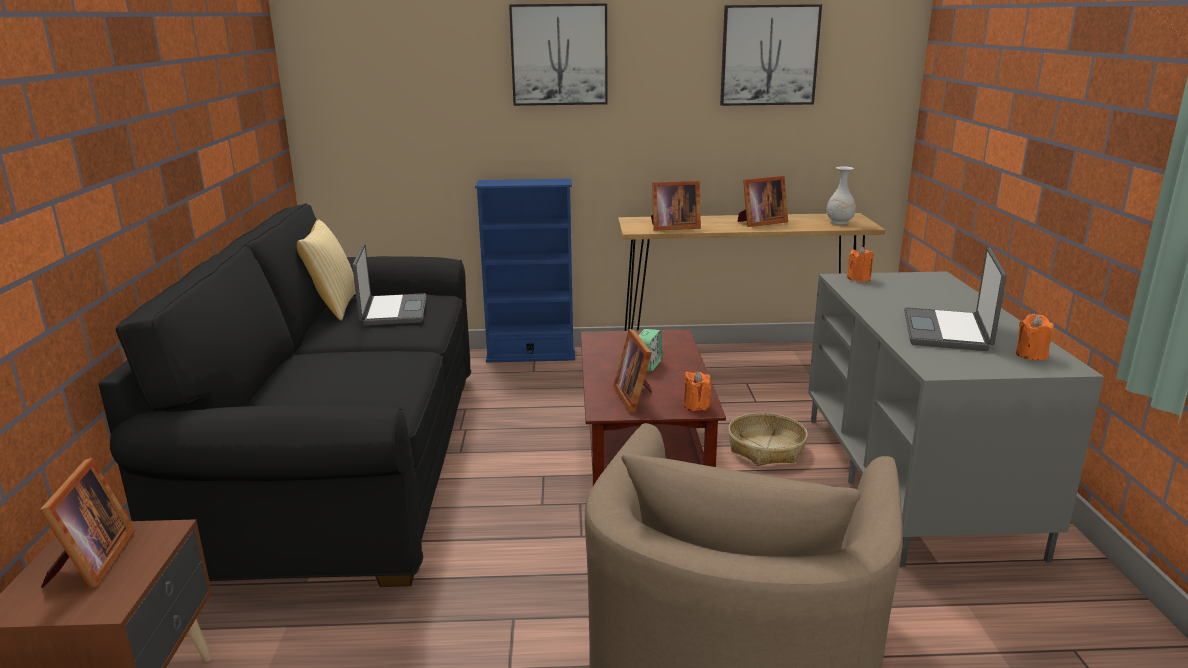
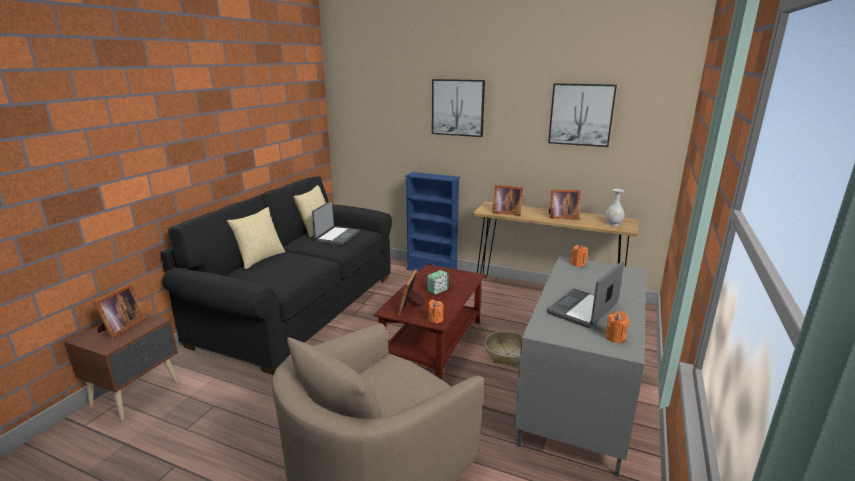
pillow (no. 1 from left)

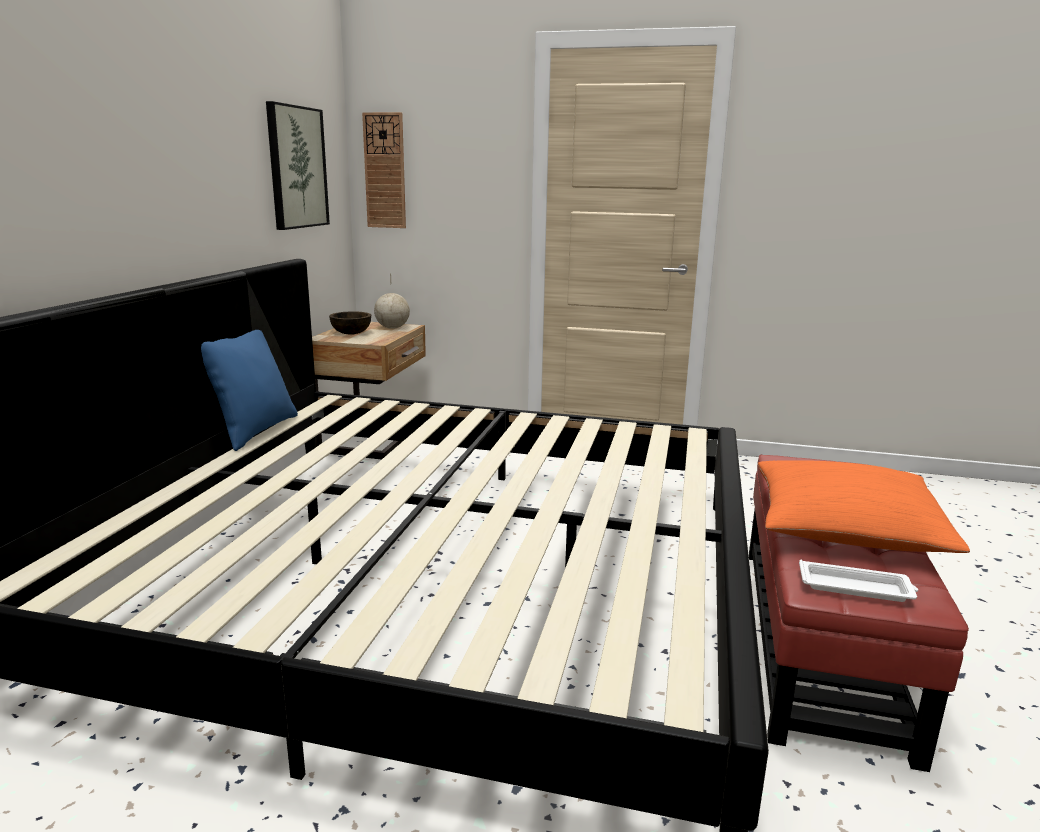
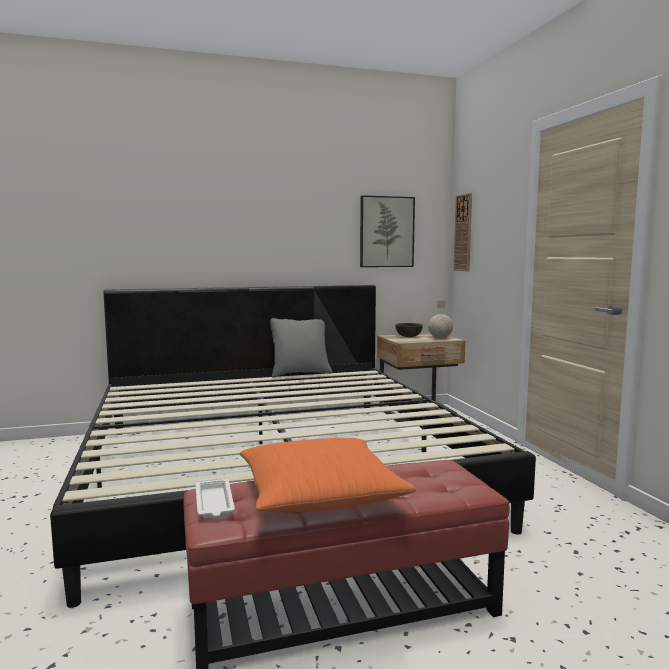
grey pillow

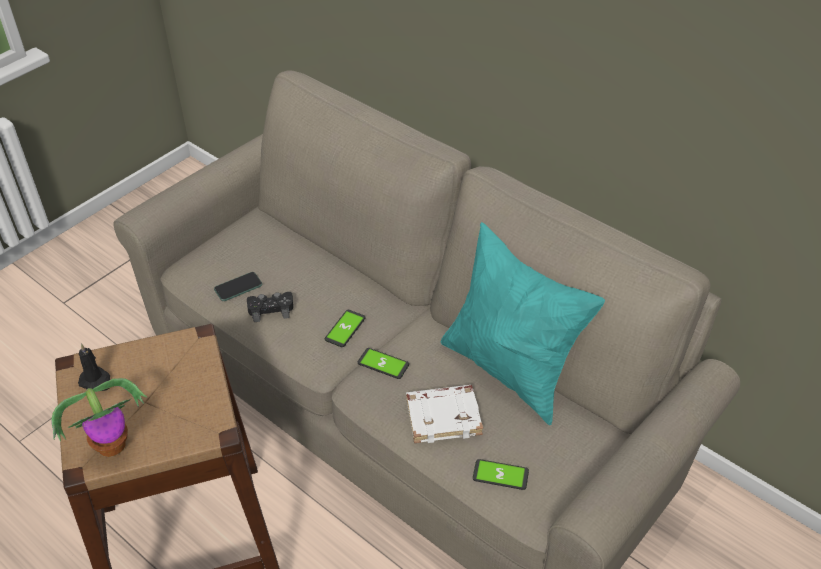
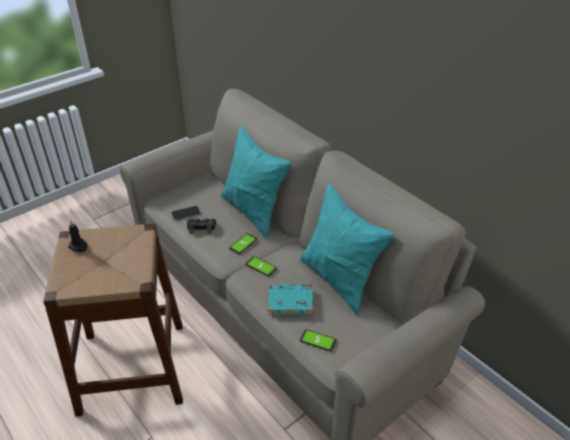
potted plant; turquoise book; turquoise pillow (no. 1 from left)

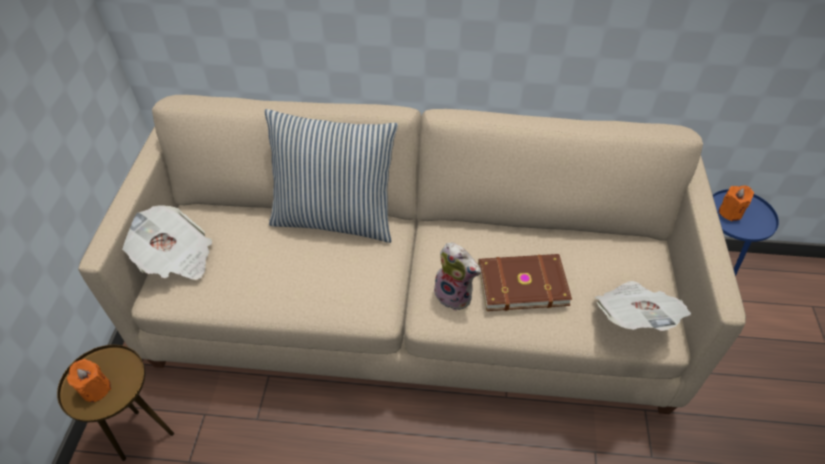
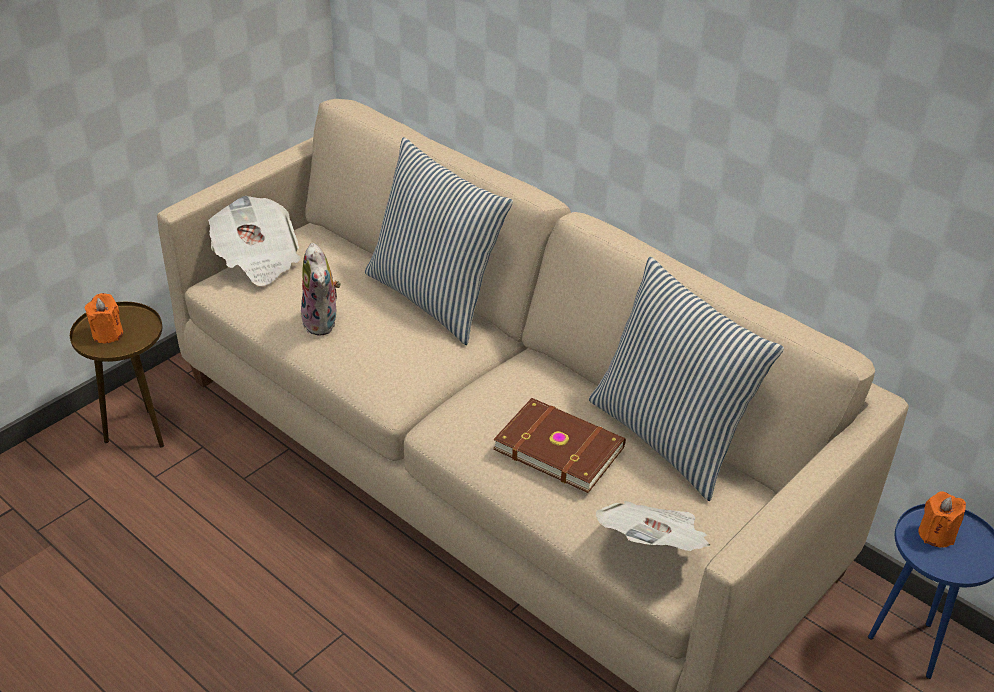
plush toy; pillow (no. 2 from left)

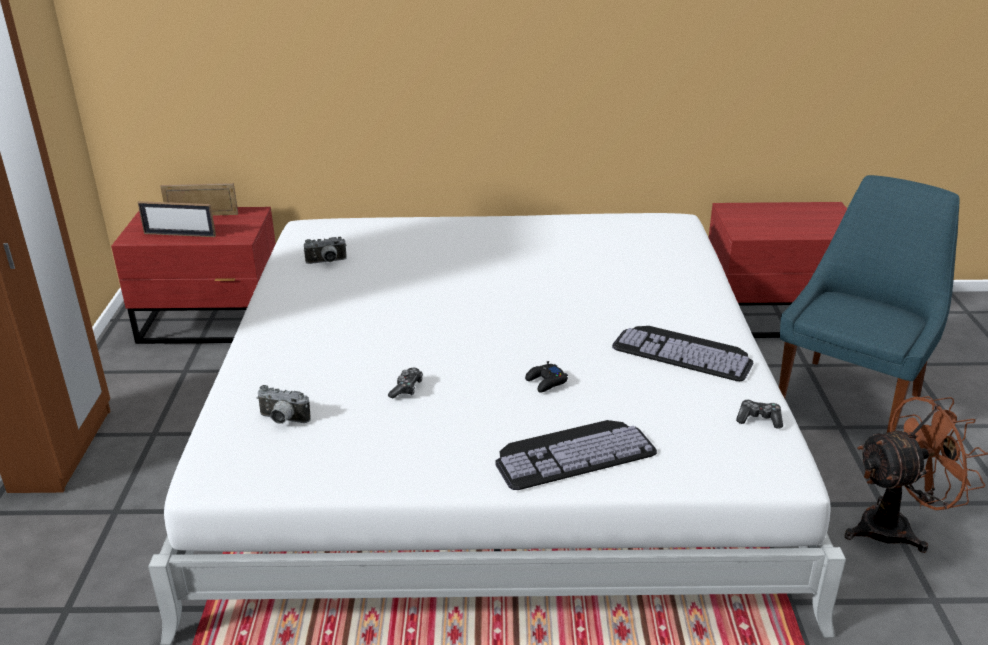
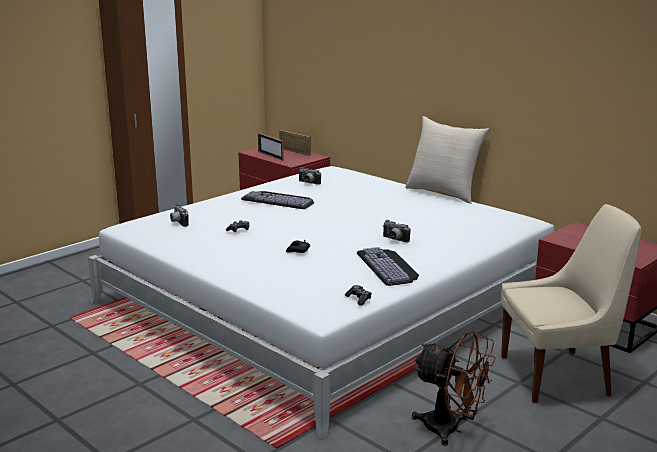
beige chair; keyboard (no. 1 from left); beige pillow; photo camera (no. 3 from left)

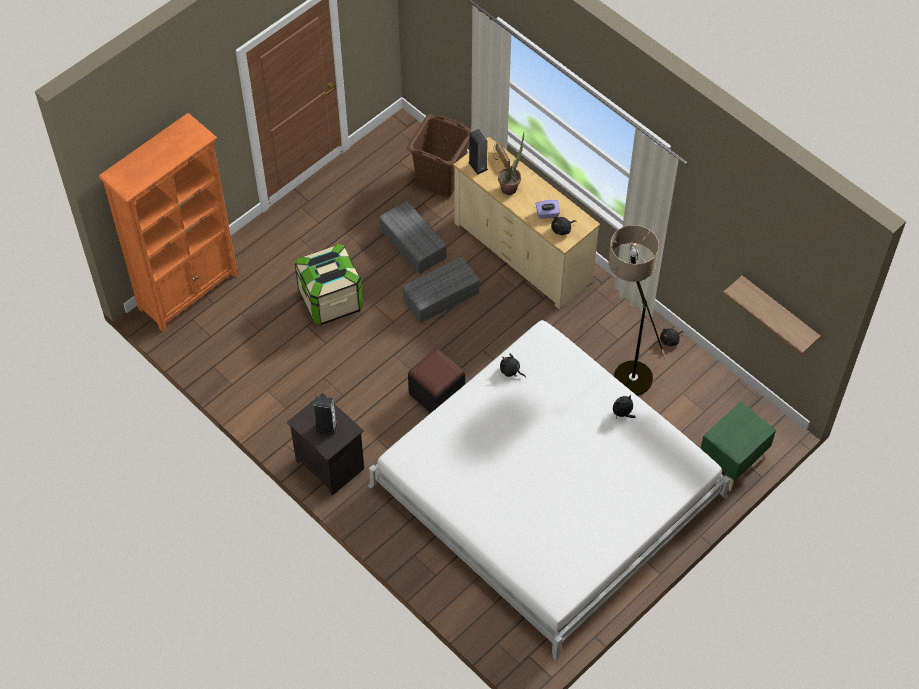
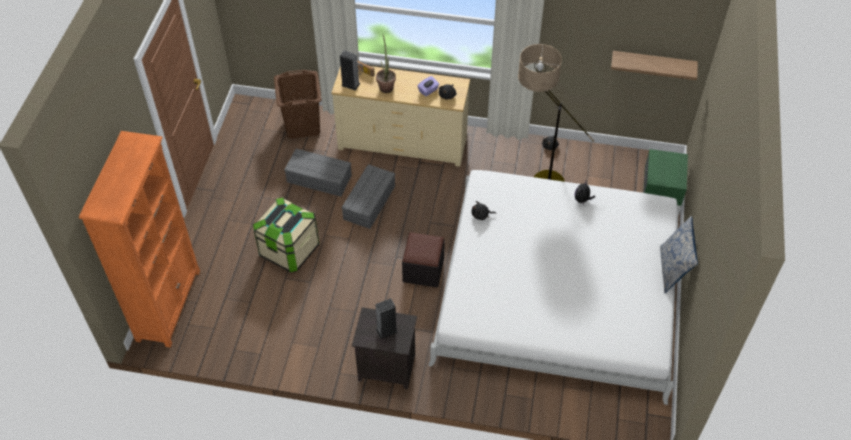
pillow

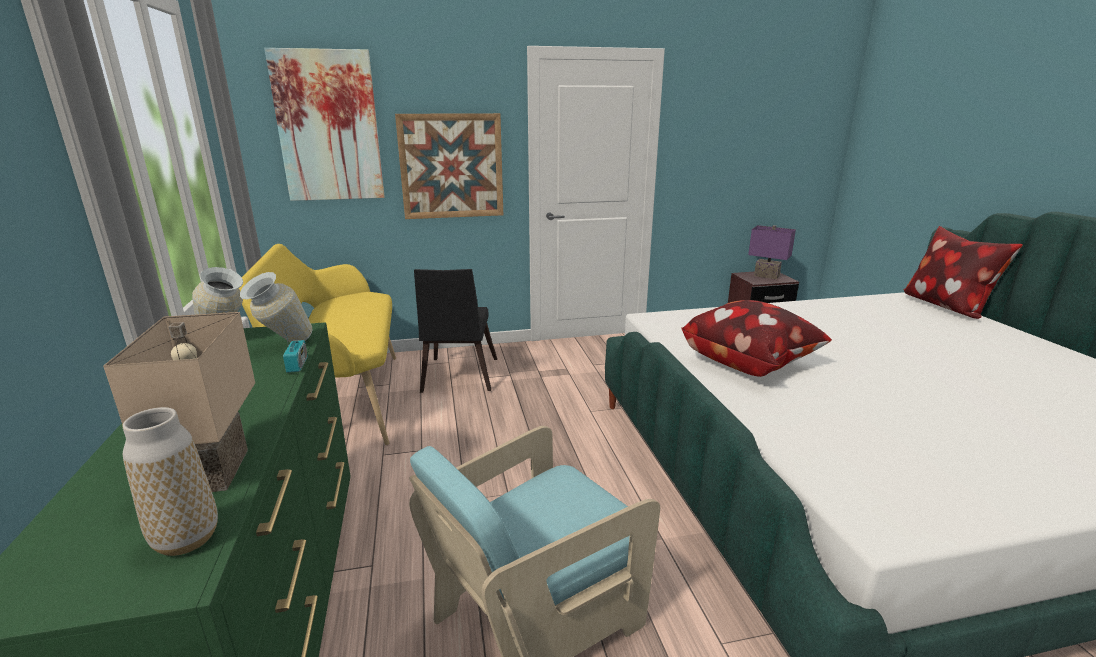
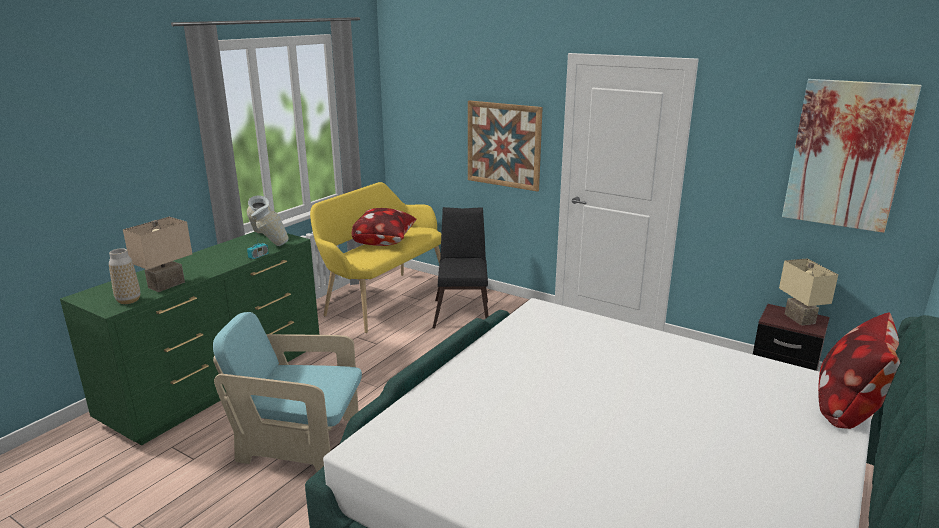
picture (no. 2 from left); beige table lamp (no. 2 from left); black chair; pillow (no. 1 from left)

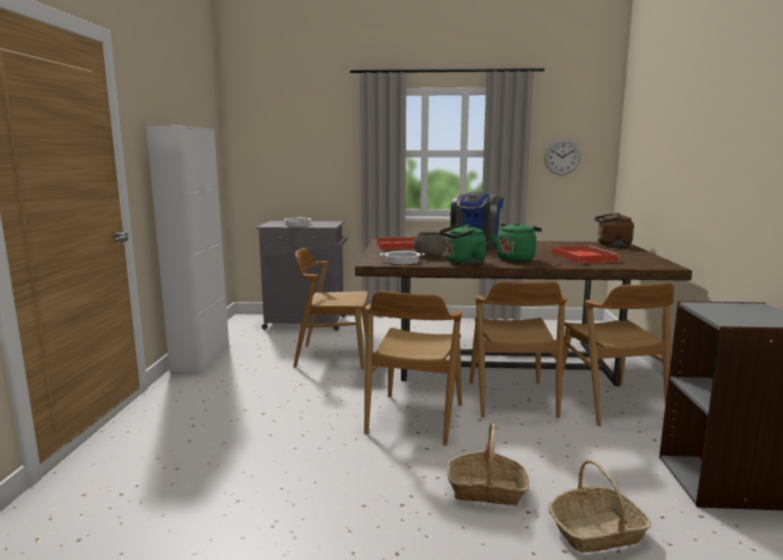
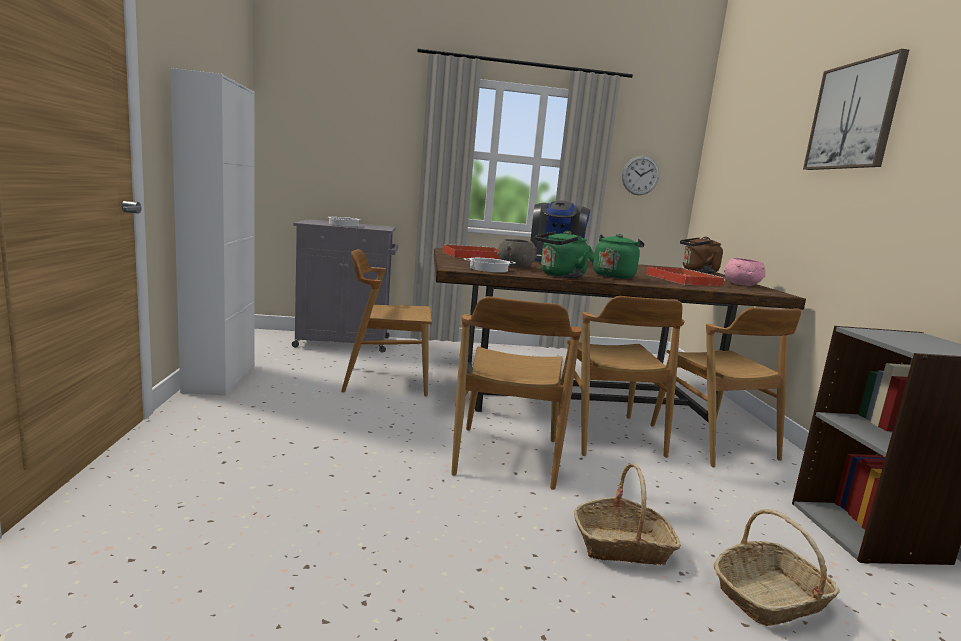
picture; pink bowl

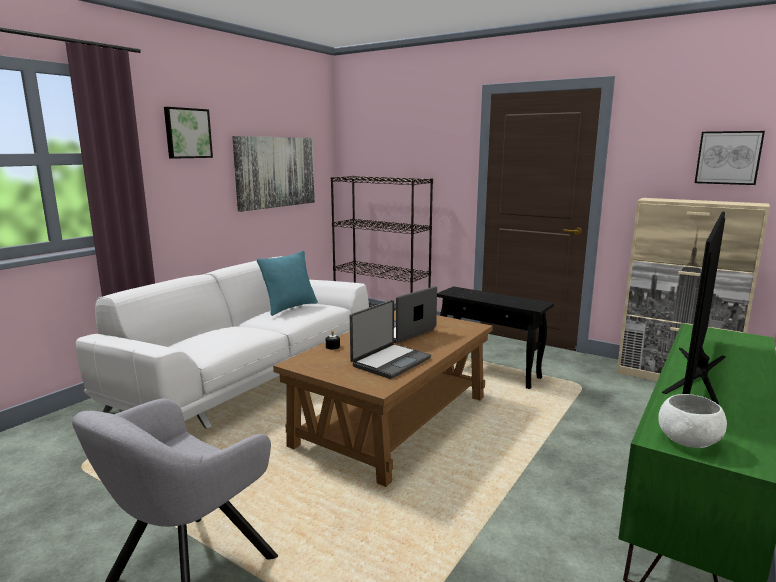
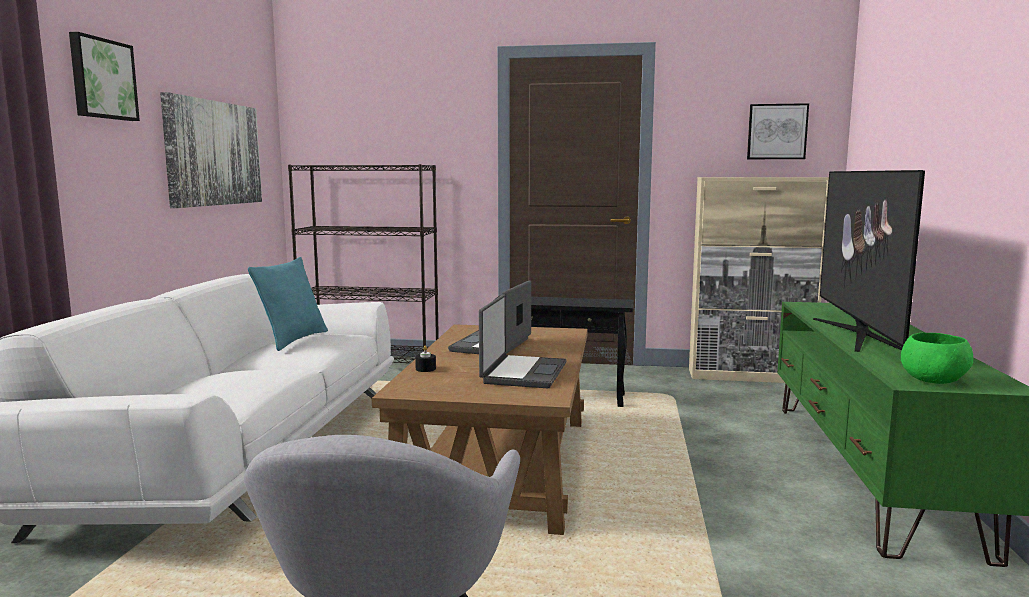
green bowl

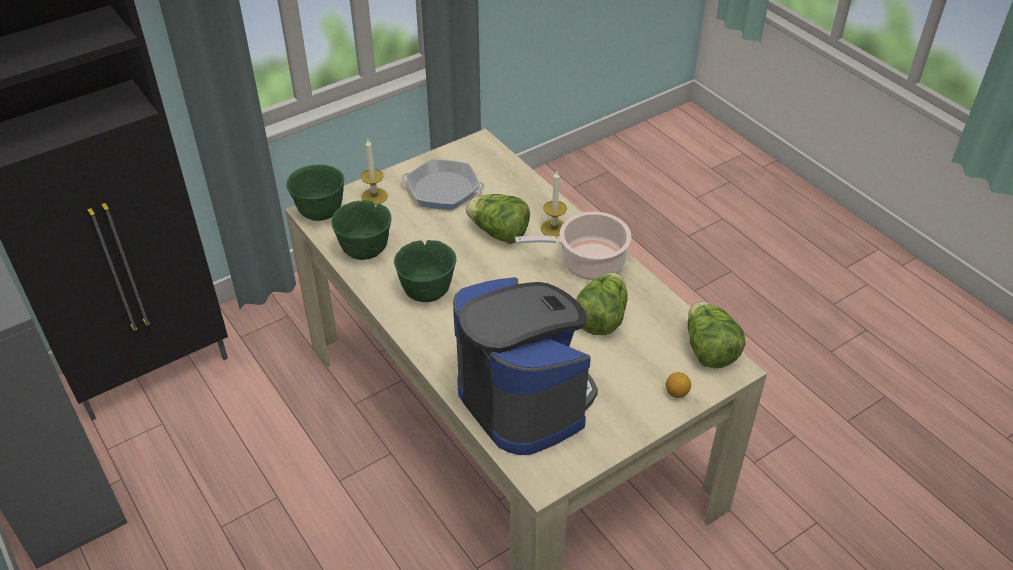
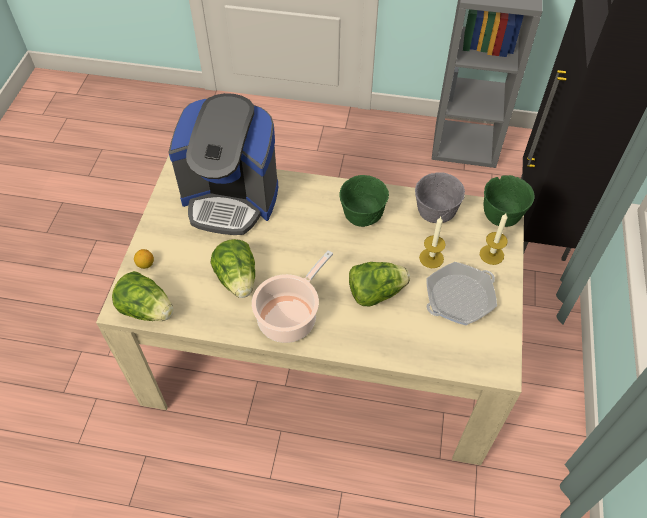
candle (no. 1 from left); grey bowl

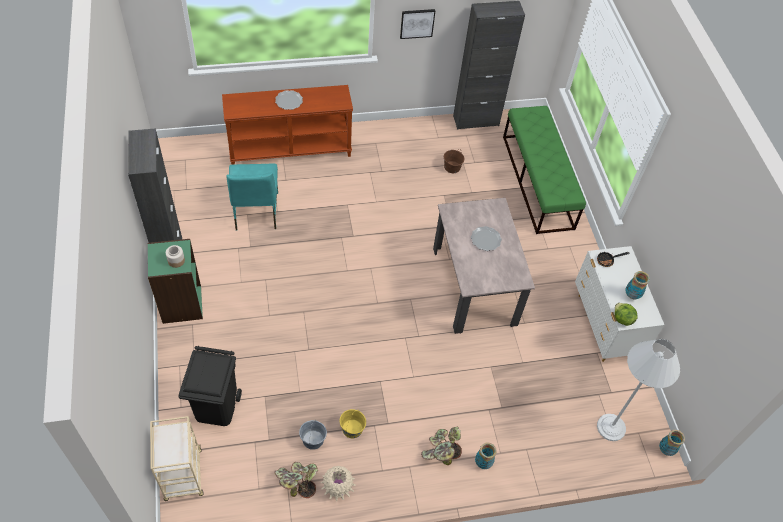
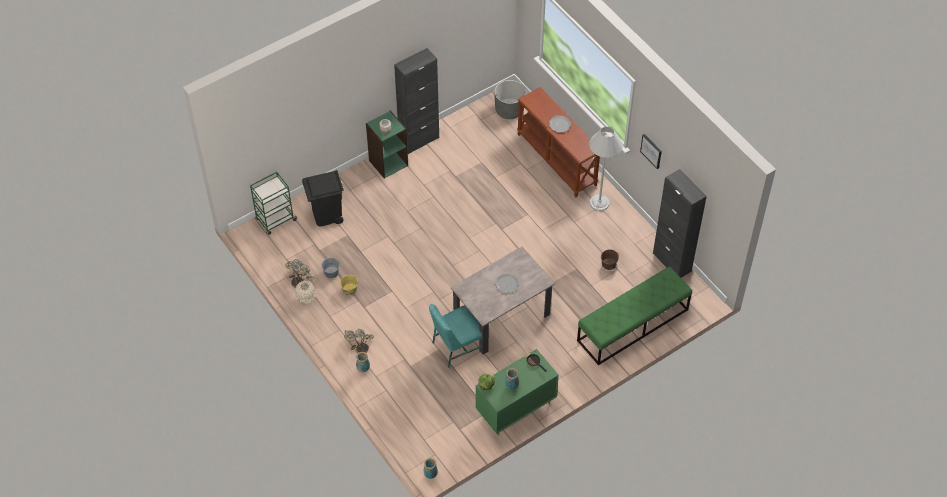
turquoise chair; green dresser; white floor lamp; green cart; grey planter

